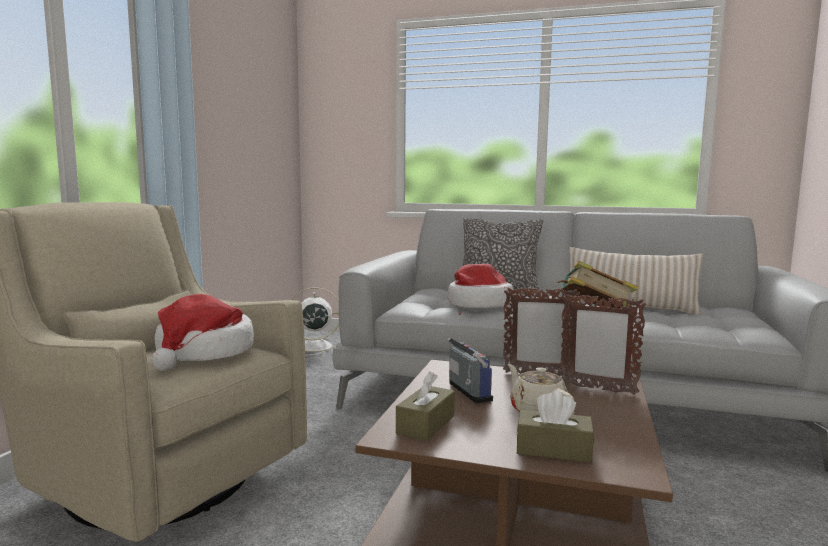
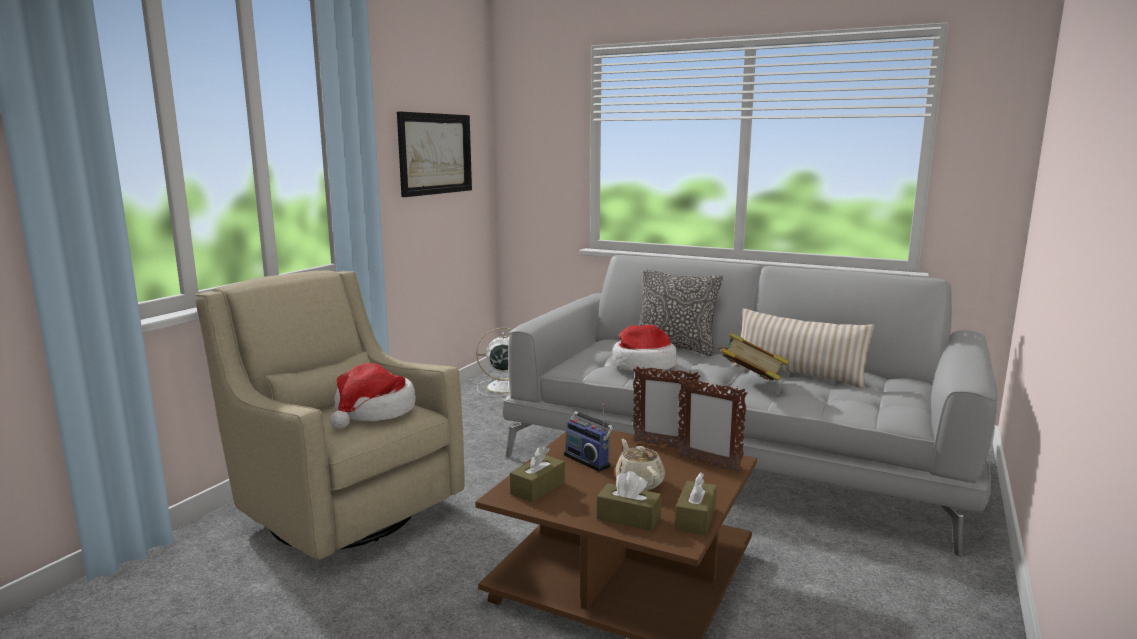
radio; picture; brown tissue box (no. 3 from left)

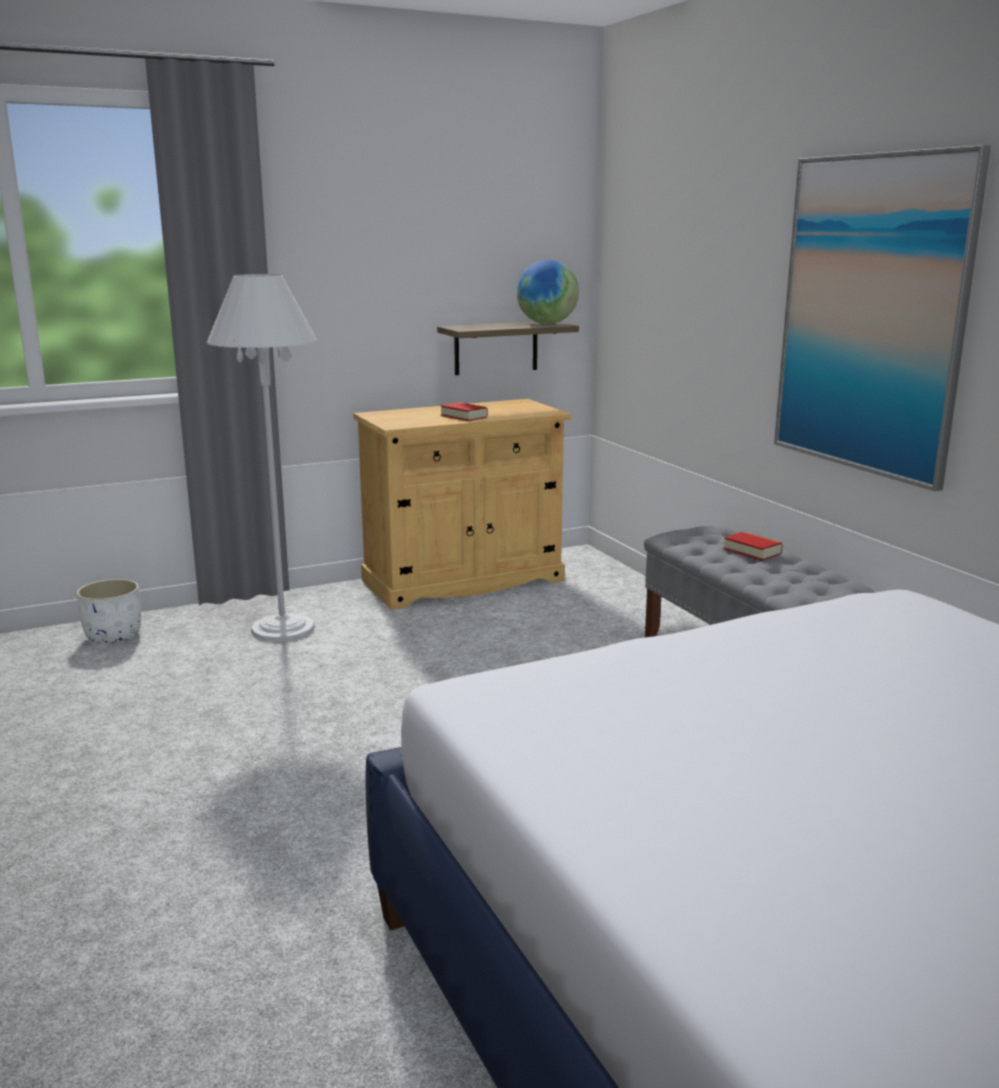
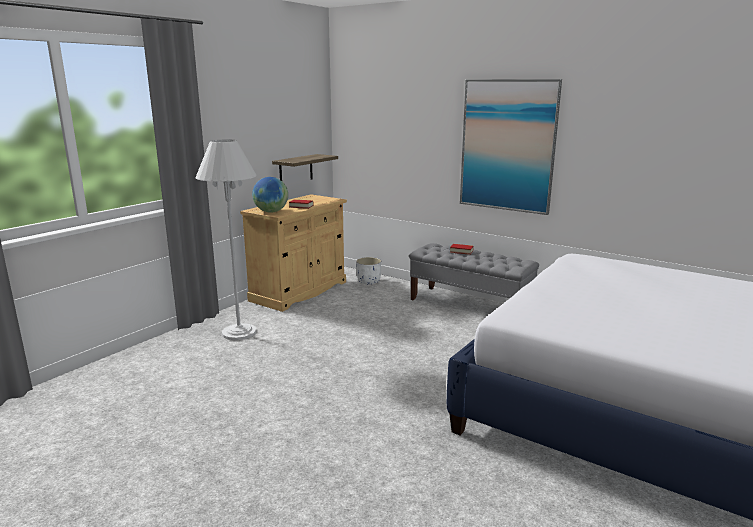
globe; white planter

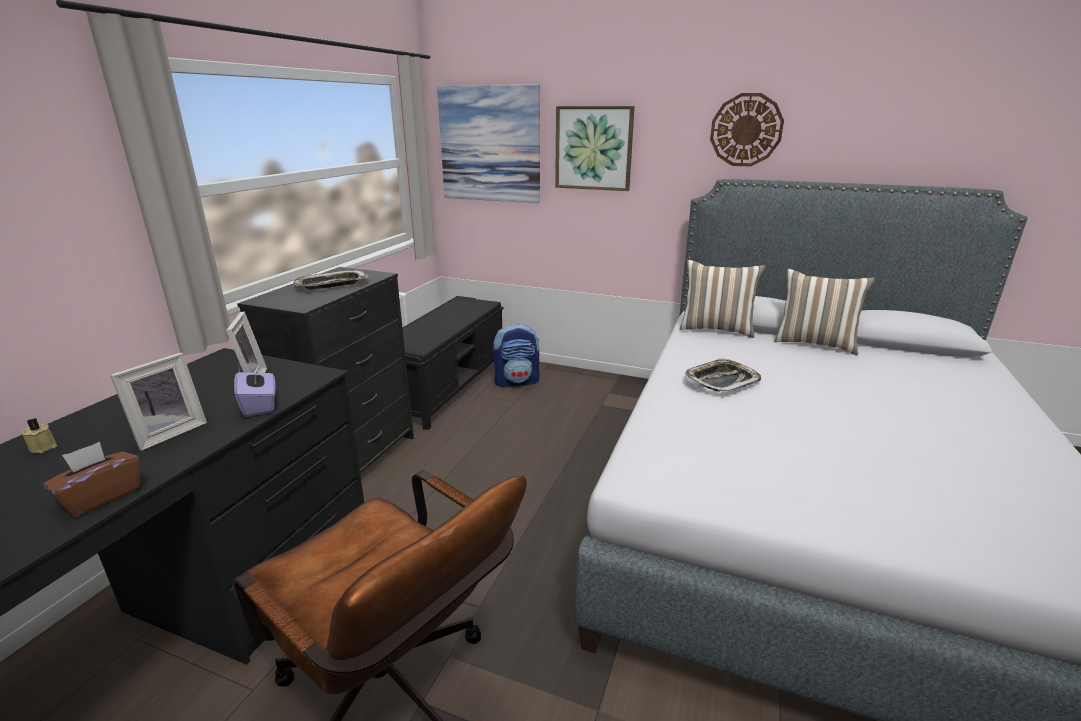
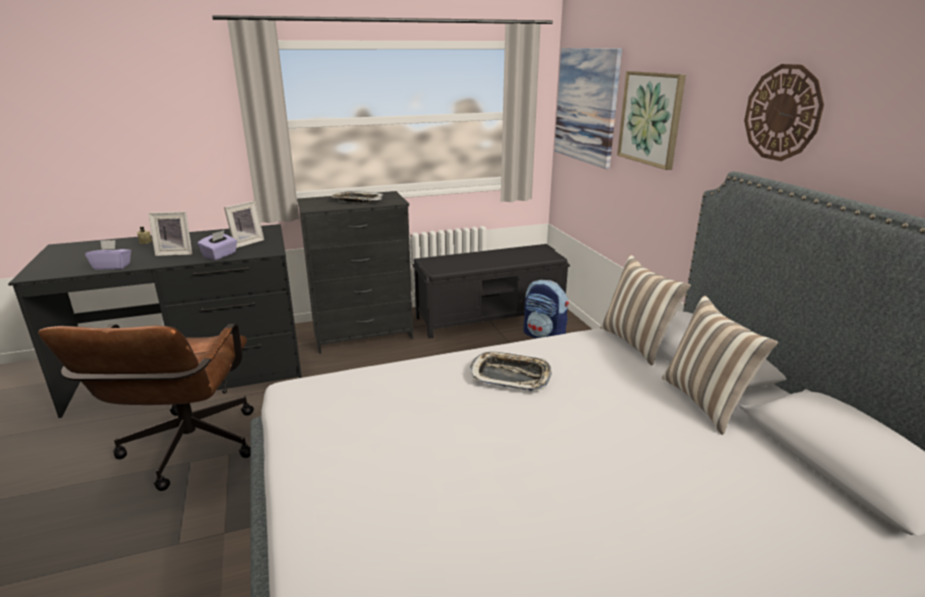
purple tissue box (no. 1 from left)

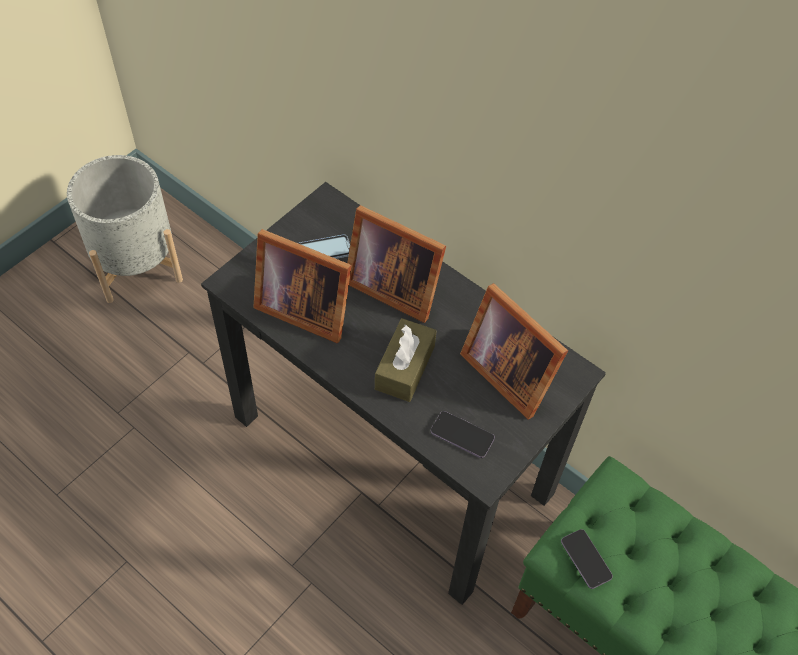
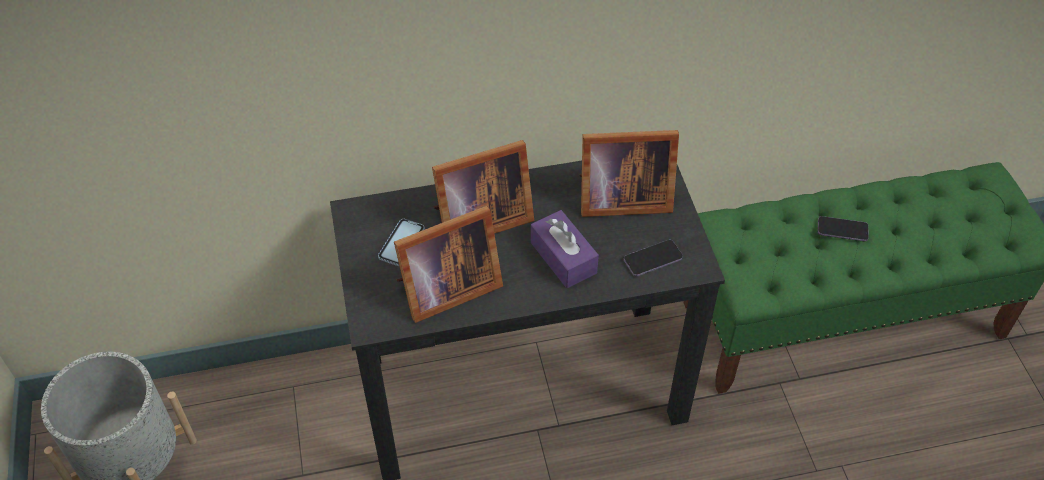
purple tissue box; phone (no. 3 from left)

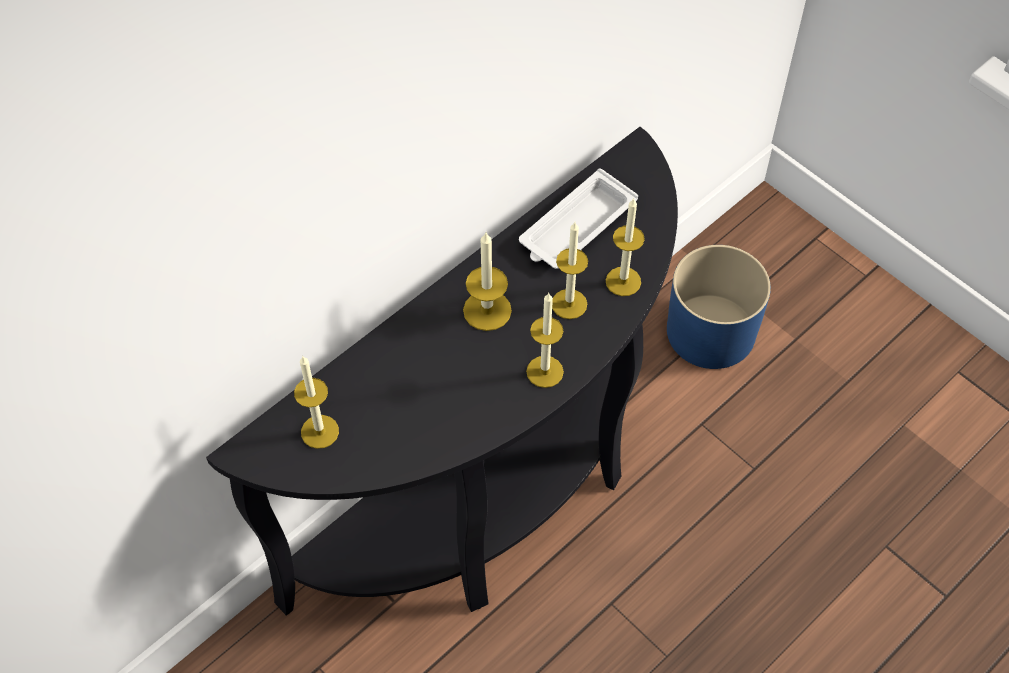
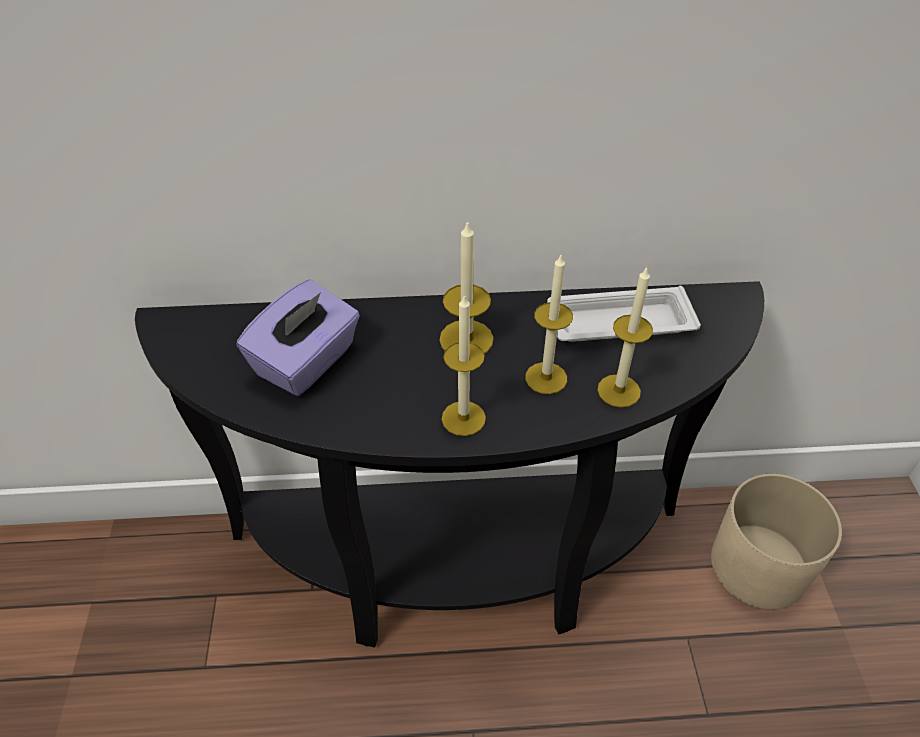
beige planter; candle (no. 1 from left in the first image); purple tissue box

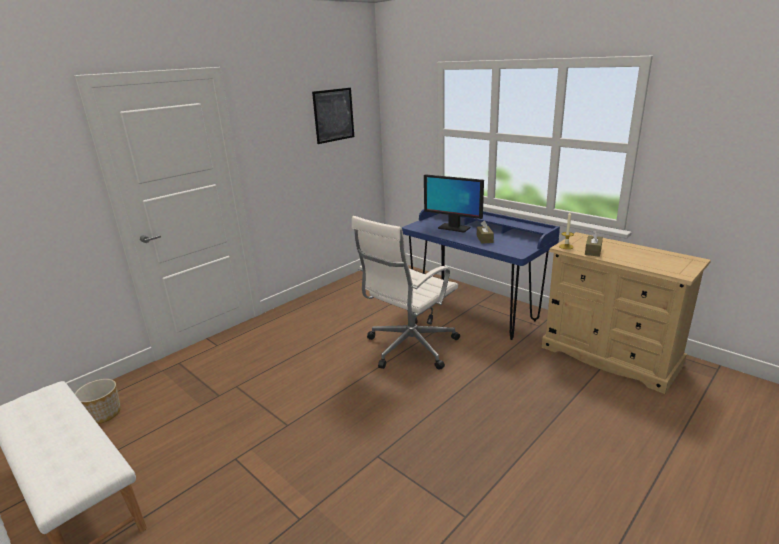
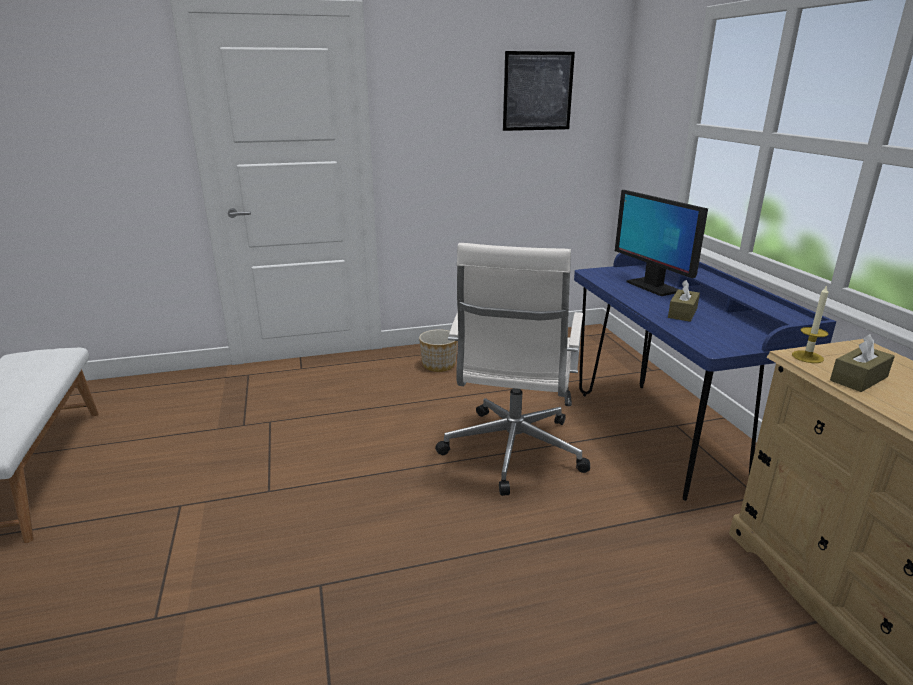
white office chair; planter

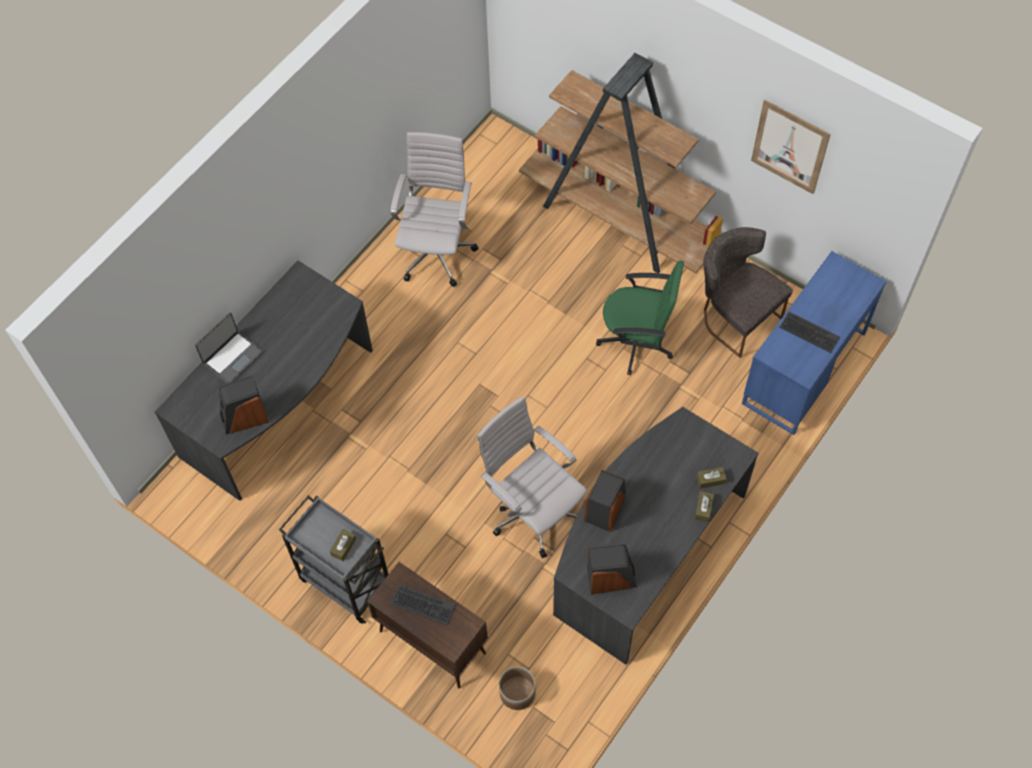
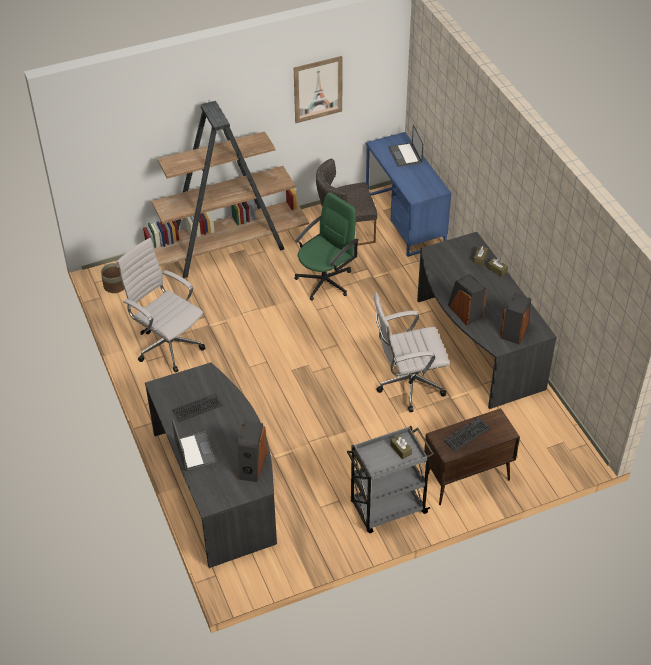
keyboard (no. 1 from left); planter; laptop (no. 2 from left)

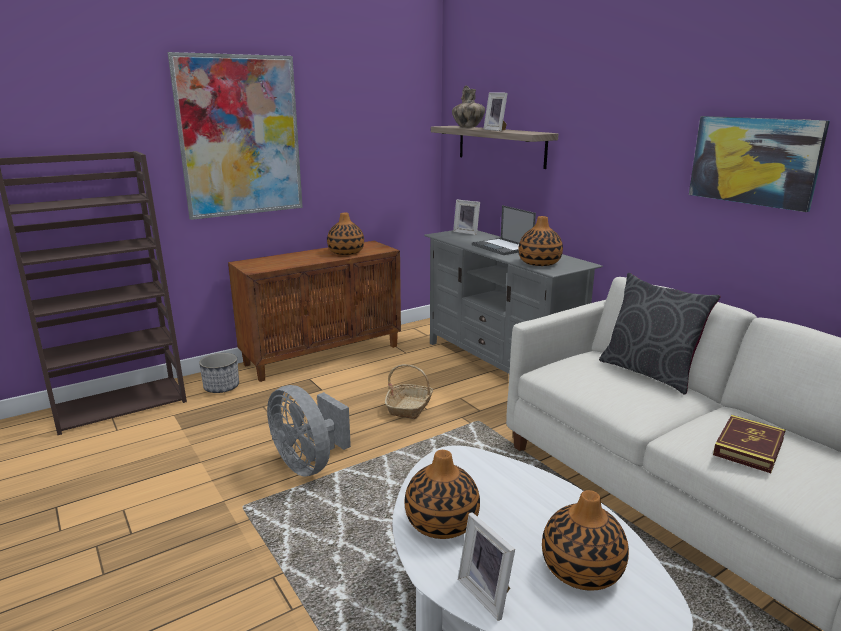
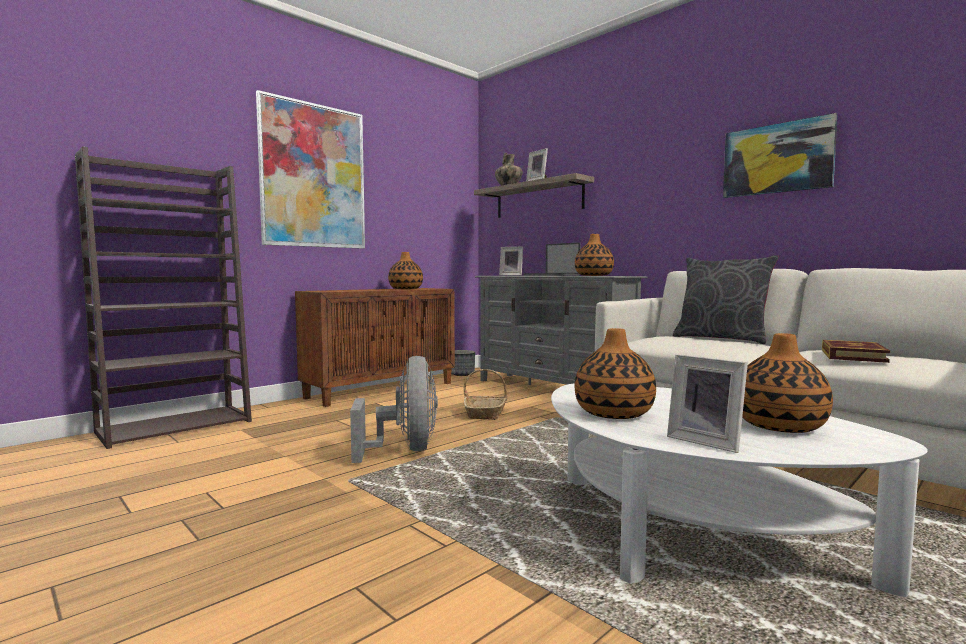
planter; grey fan

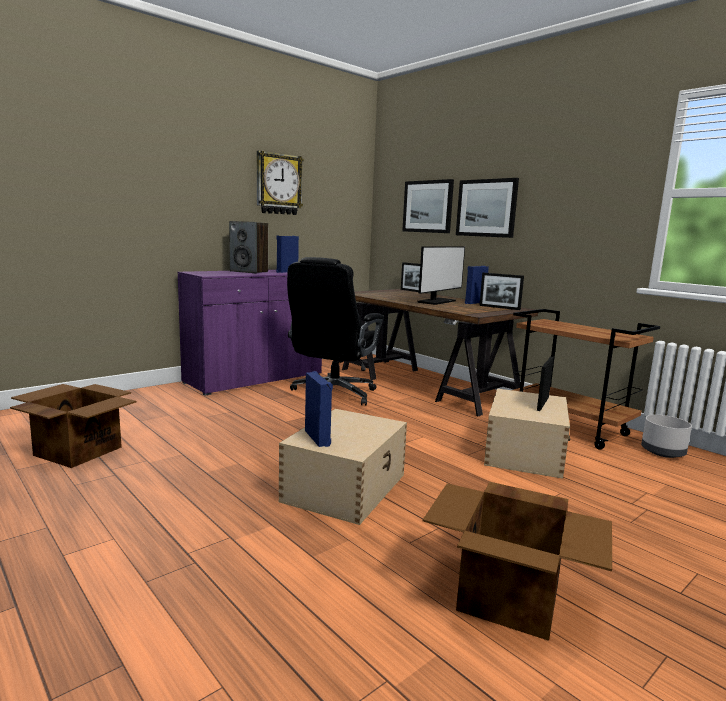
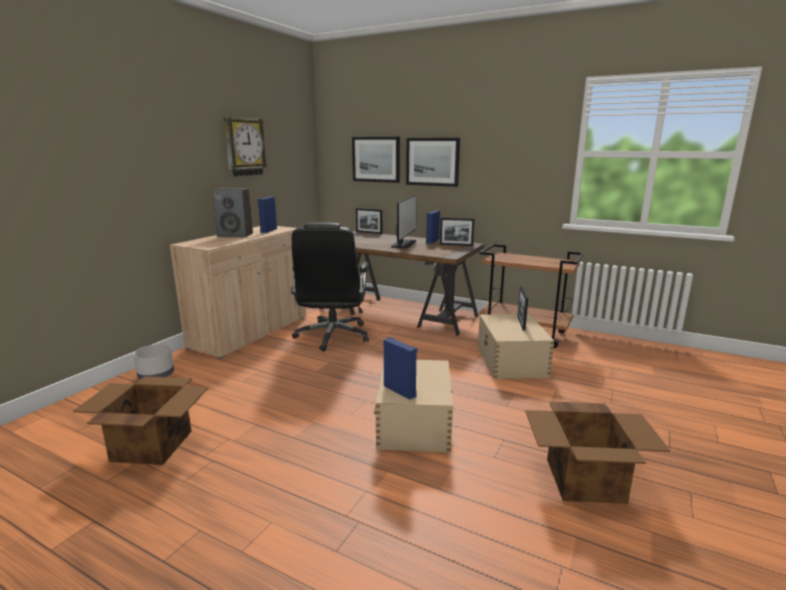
beige cabinet; grey planter

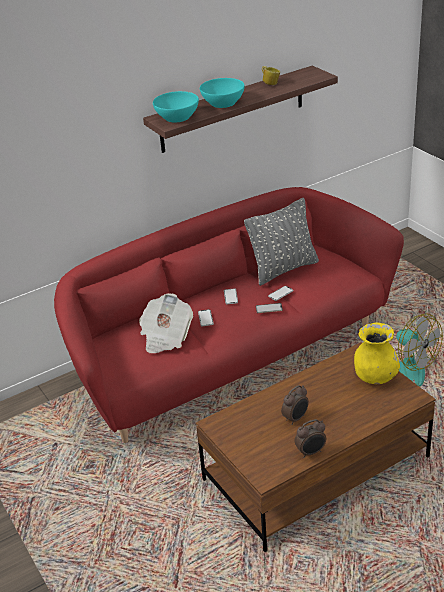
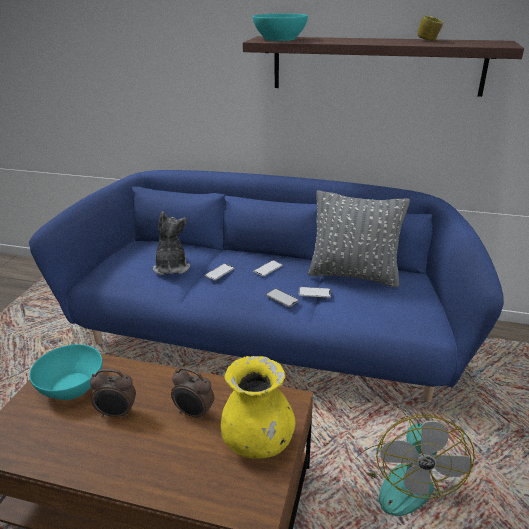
turquoise bowl (no. 1 from left); blue sofa; plush toy; alarm clock (no. 2 from left)

